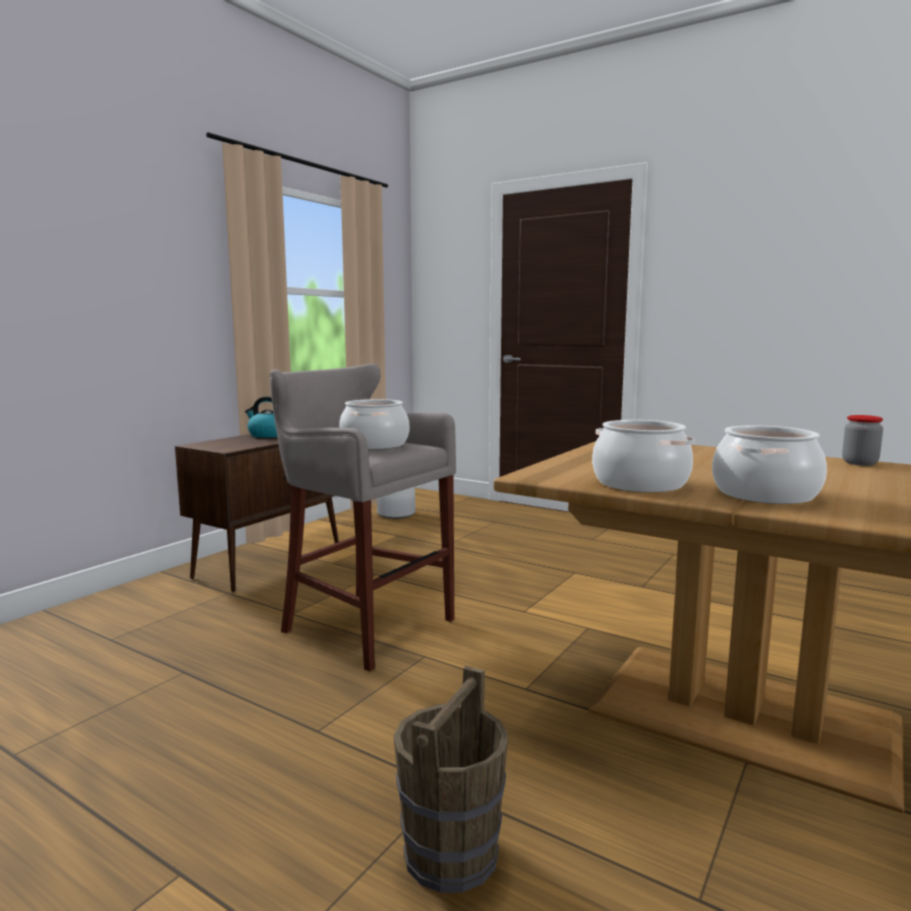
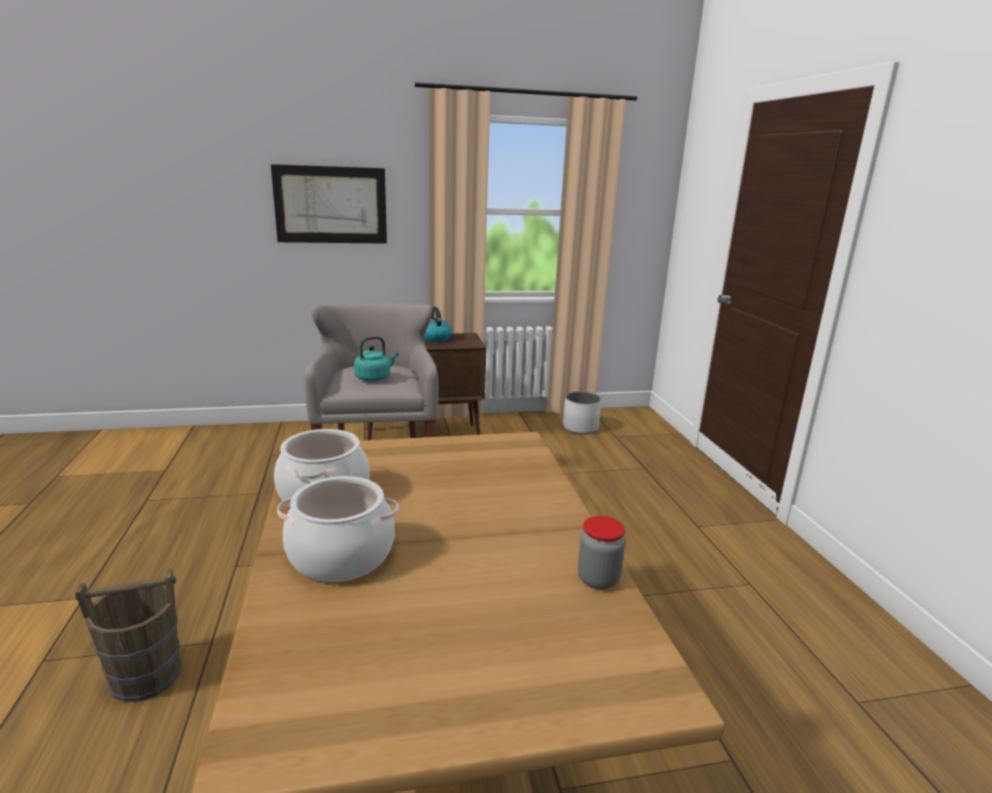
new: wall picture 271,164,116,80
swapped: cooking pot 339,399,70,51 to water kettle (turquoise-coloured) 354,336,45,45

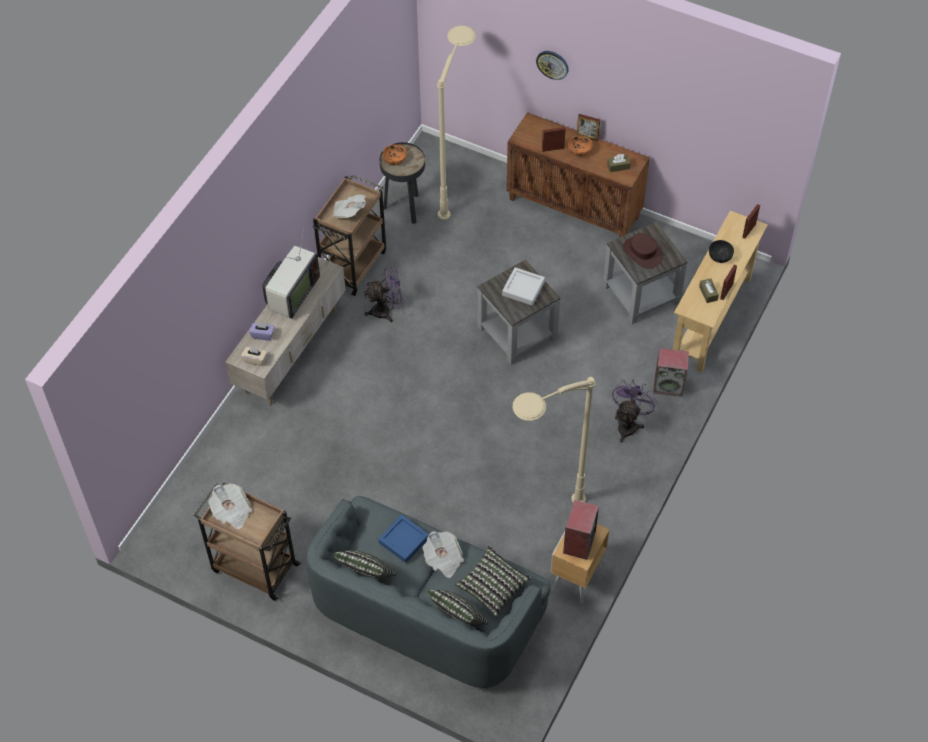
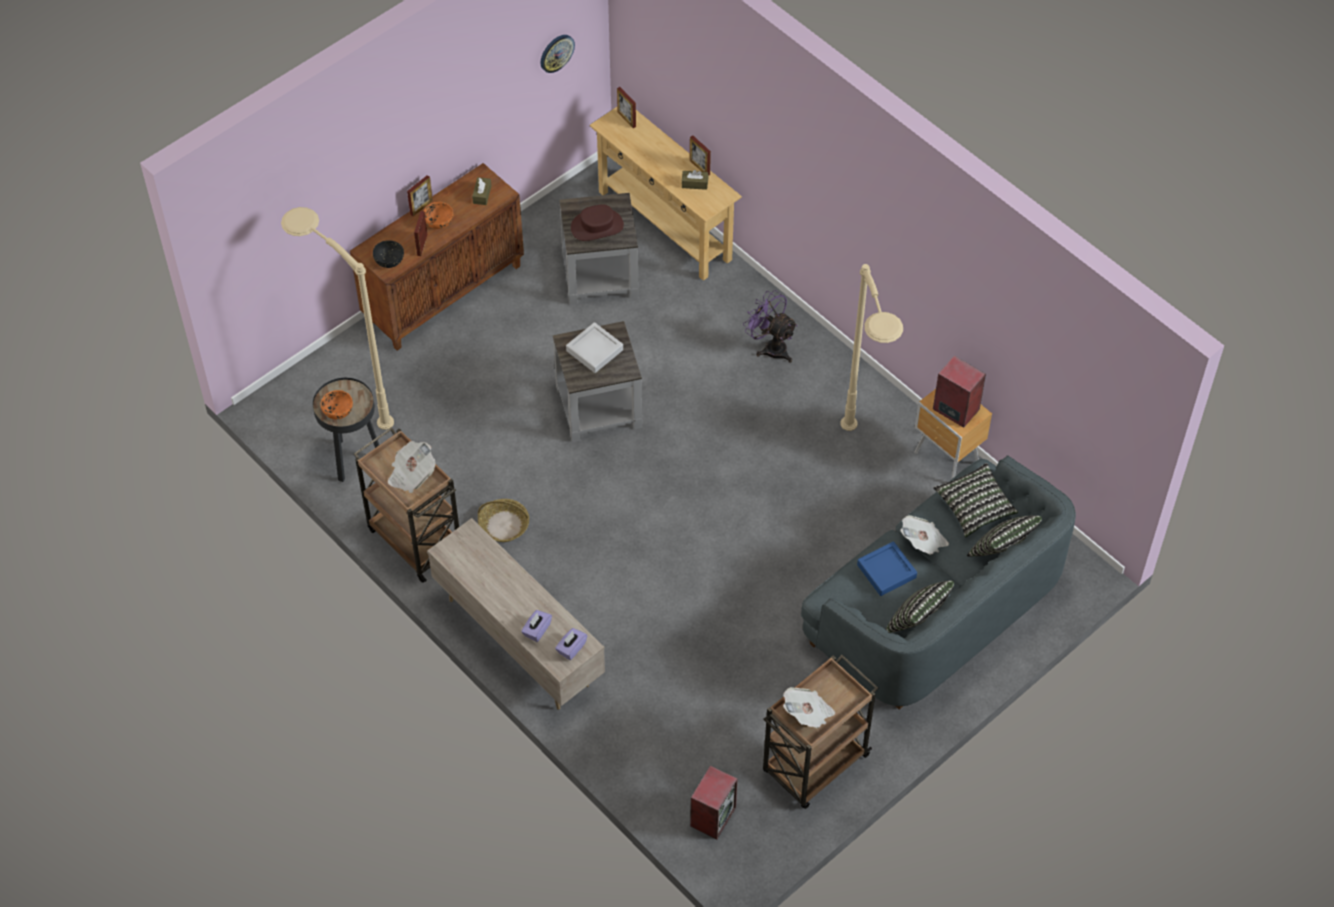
gone: TV 262,229,58,90
shifted: bowl (blackish) 709,240,25,23 to 373,240,31,28; wall clock 536,51,33,29 to 541,35,34,38; speaker 653,348,36,49 to 690,766,47,73
swapped: fan (purplish) 364,267,39,55 to basket 478,499,51,43
repainted: tissue box (beige) 241,347,26,19 to tissue box (purplish) 555,628,32,32

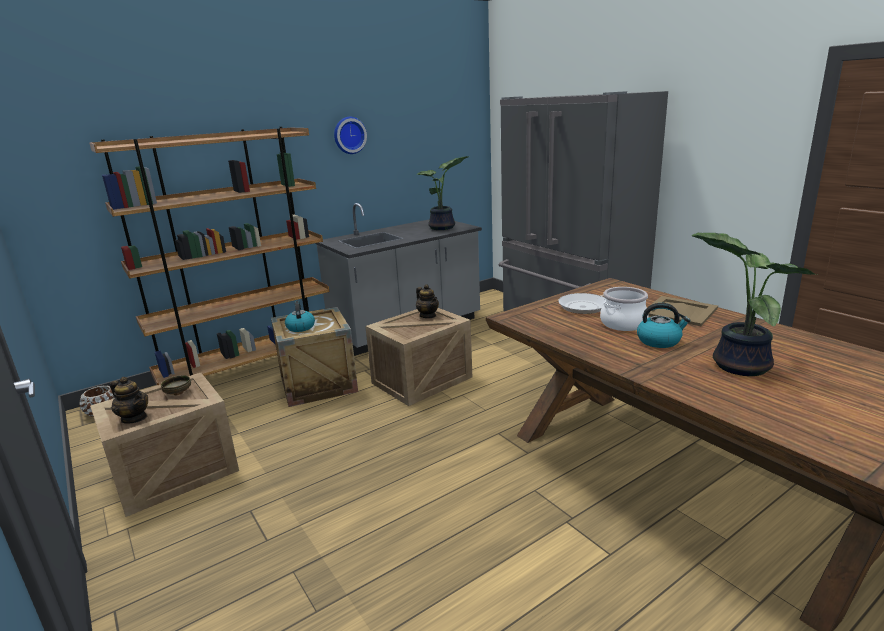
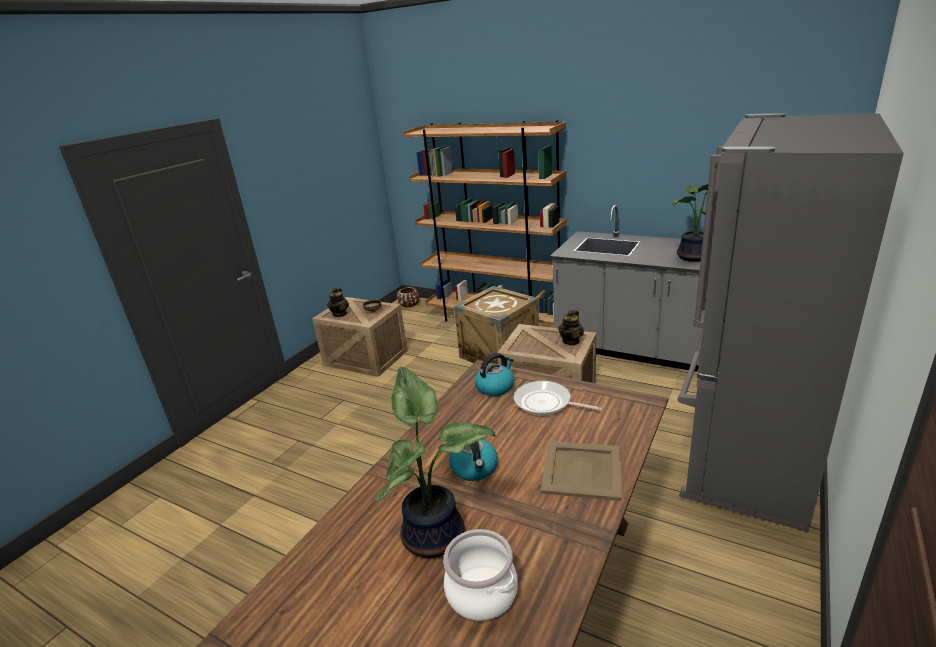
gone: wall clock 334,117,33,37
shifted: cooking pot 600,287,49,44 to 443,529,75,92; water kettle 285,301,30,31 to 475,353,39,43

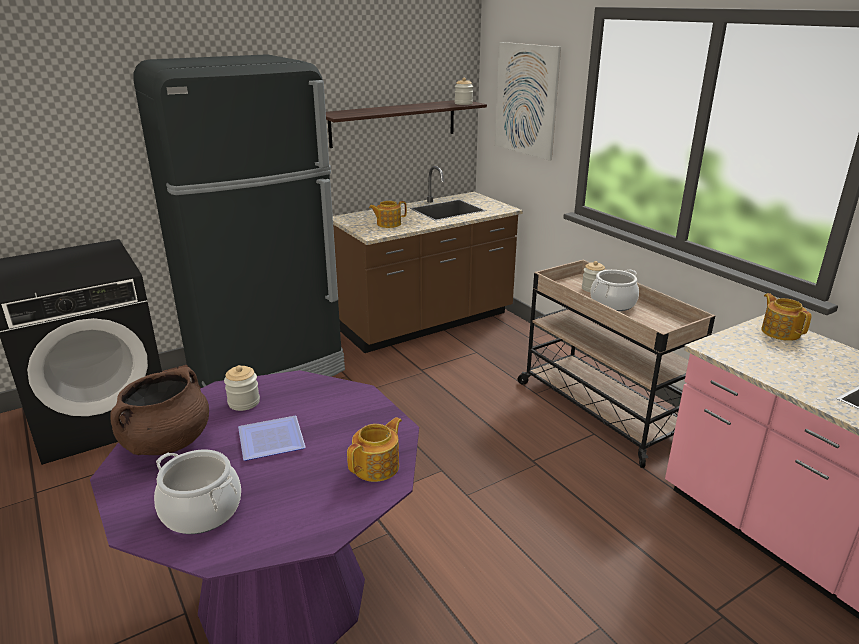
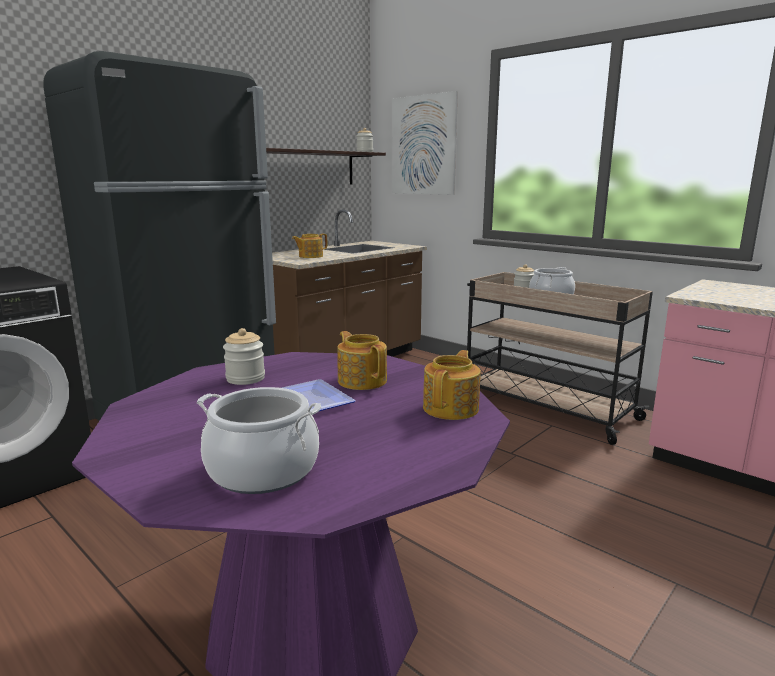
gone: cooking pot (brownish) 110,367,99,88
shifted: pot for tea 761,293,50,48 to 337,331,50,59

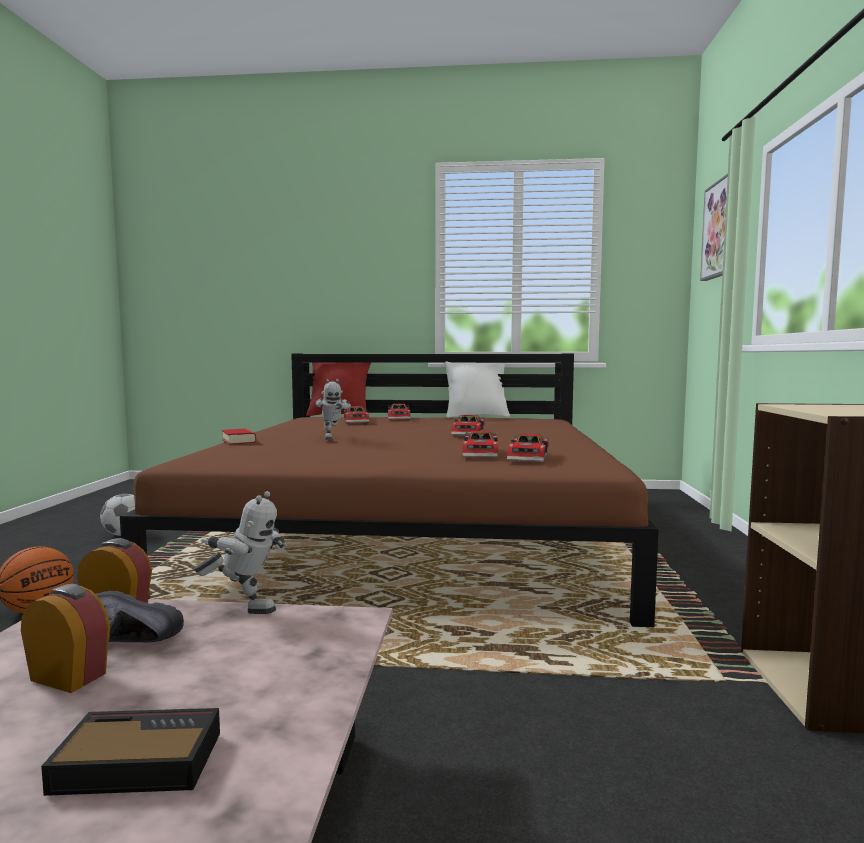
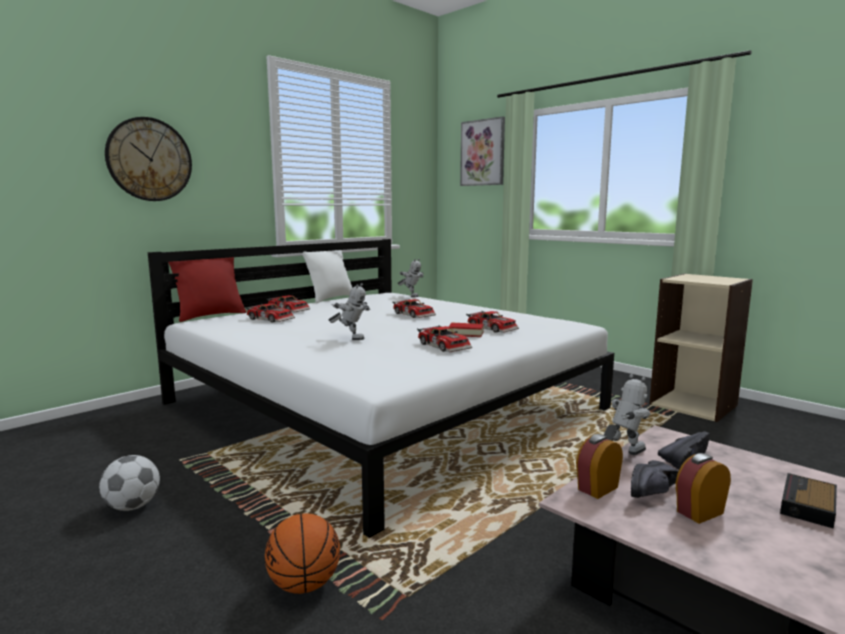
new: wall clock 105,117,87,84; robot figure 398,259,25,38; shoe (blackish) 658,431,52,39
shifted: model car 507,433,42,29 to 417,325,55,27; book 222,428,34,17 to 448,323,36,14
repainted: bed (brownish) 120,353,539,274 to bed (white) 148,239,466,299

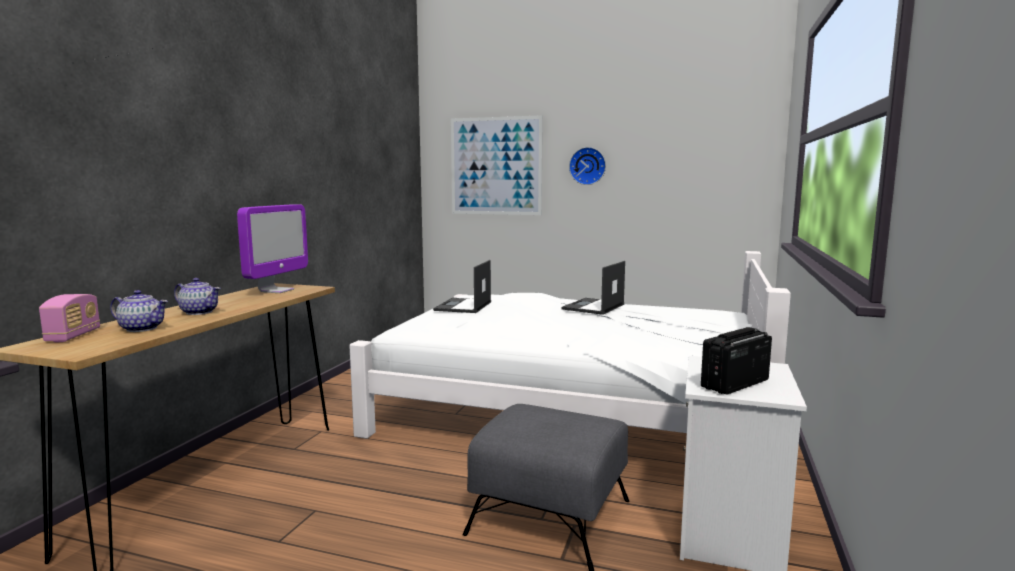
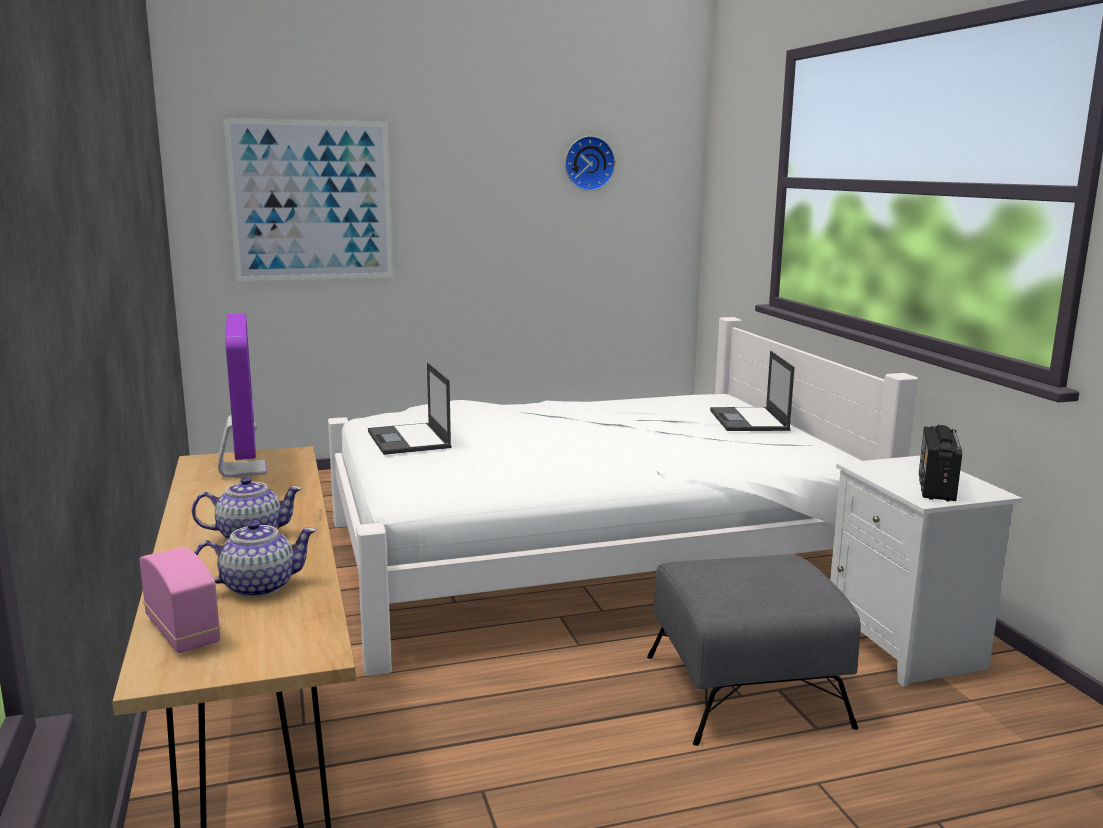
shifted: wall clock 569,147,37,38 to 565,136,50,55; notebook computer 561,261,64,54 to 710,351,85,80

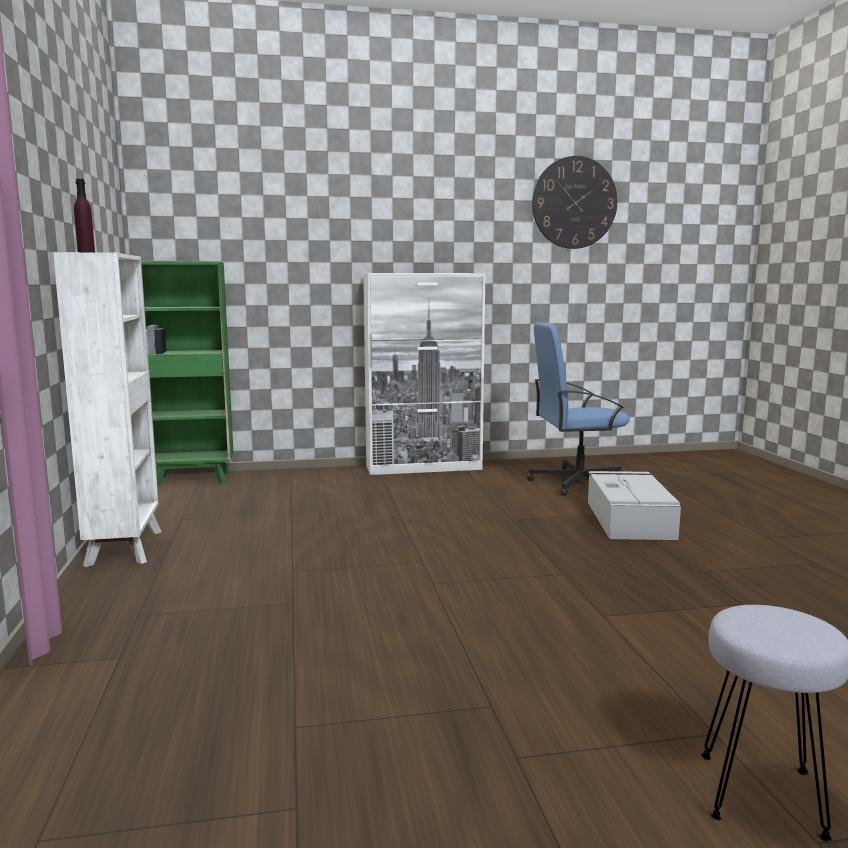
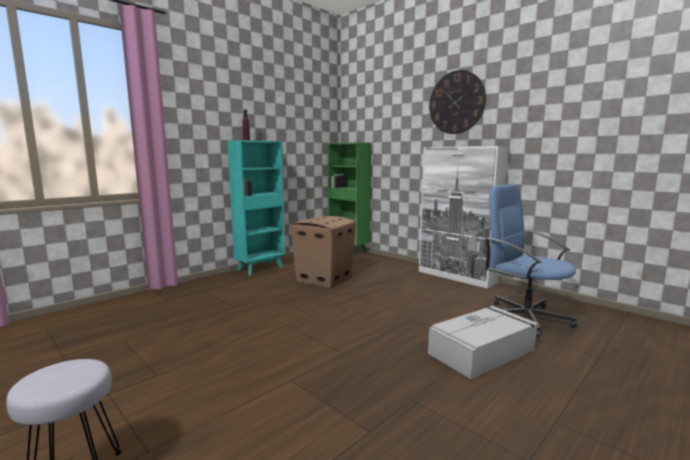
new: cardboard box 290,216,66,72
shifted: wall clock 532,156,85,93 to 429,70,57,64
repainted: bookshelf (white) 53,252,109,316 to bookshelf (turquoise-coloured) 227,140,59,135

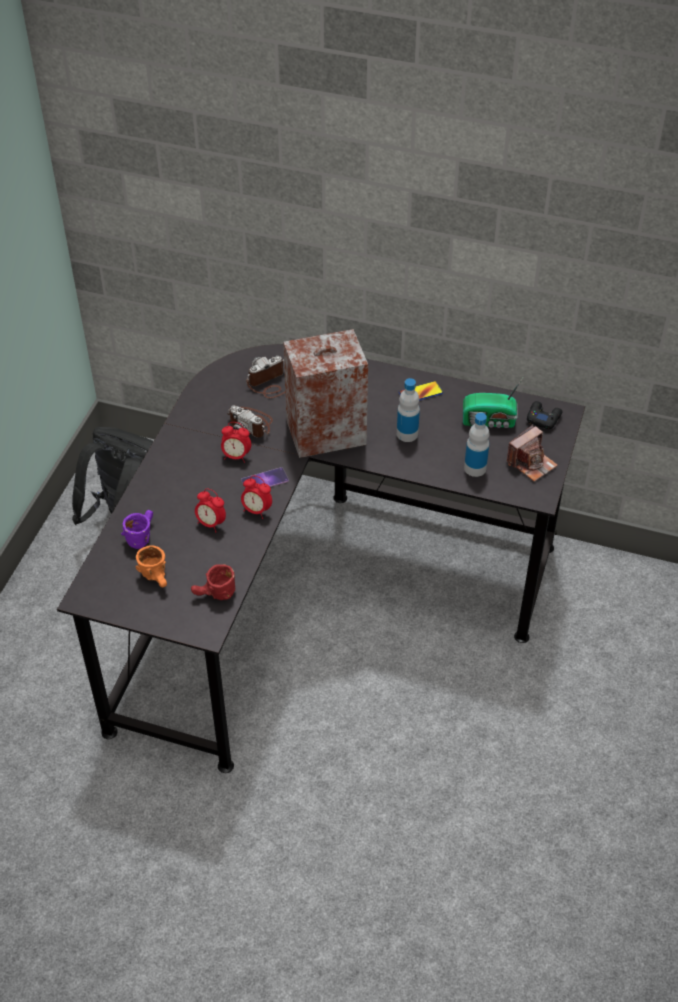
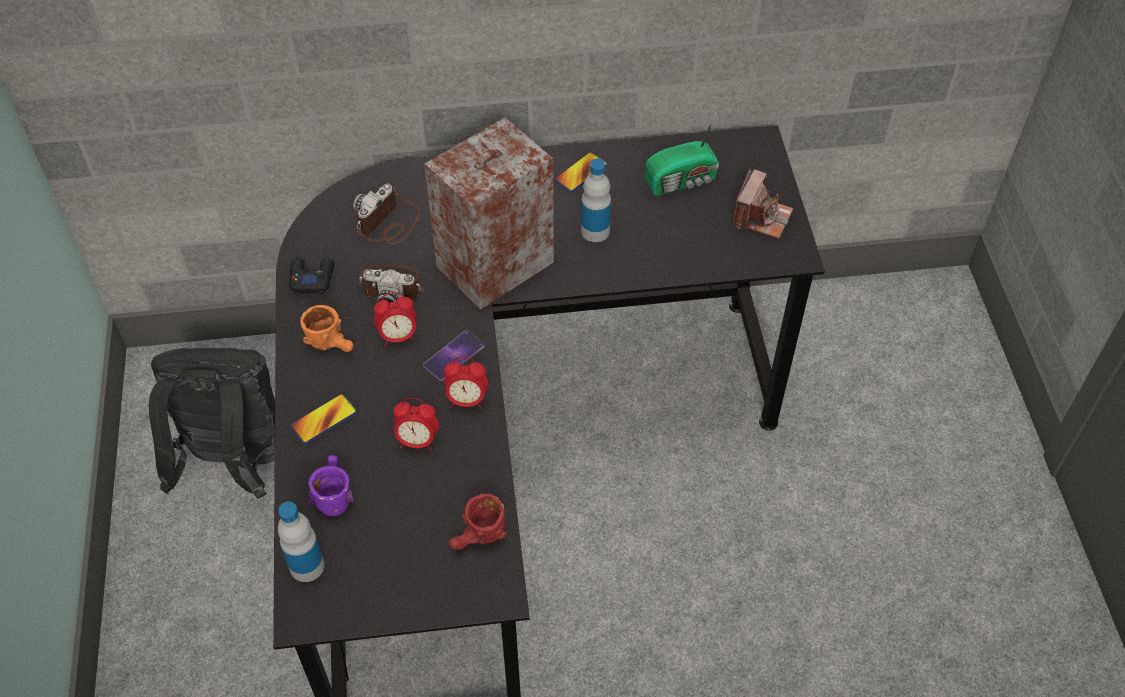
new: phone 290,394,67,50
shifted: beverage bottle 464,413,25,64 to 278,502,47,80; joypad (blackish) 527,401,35,28 to 289,258,45,36; tea mug (orangey) 136,545,31,42 to 300,305,53,47

